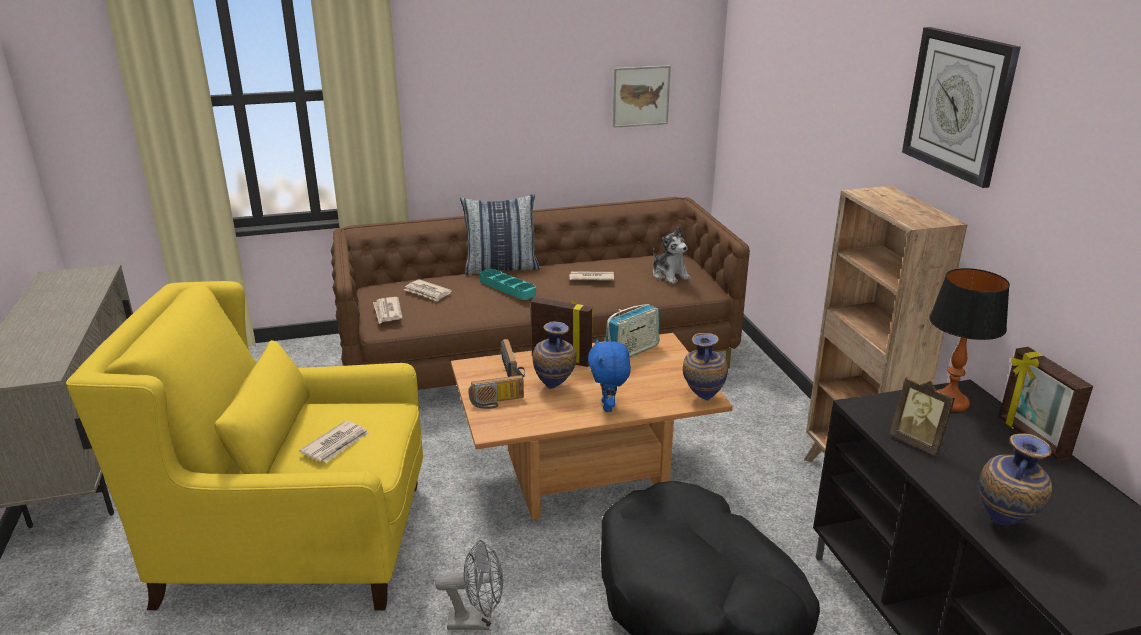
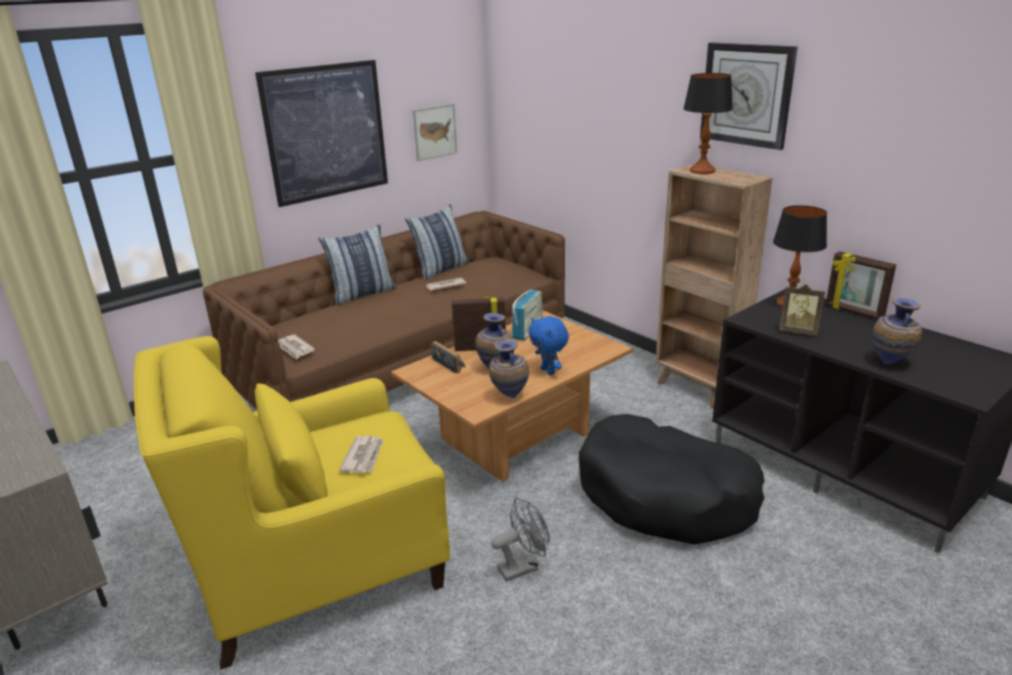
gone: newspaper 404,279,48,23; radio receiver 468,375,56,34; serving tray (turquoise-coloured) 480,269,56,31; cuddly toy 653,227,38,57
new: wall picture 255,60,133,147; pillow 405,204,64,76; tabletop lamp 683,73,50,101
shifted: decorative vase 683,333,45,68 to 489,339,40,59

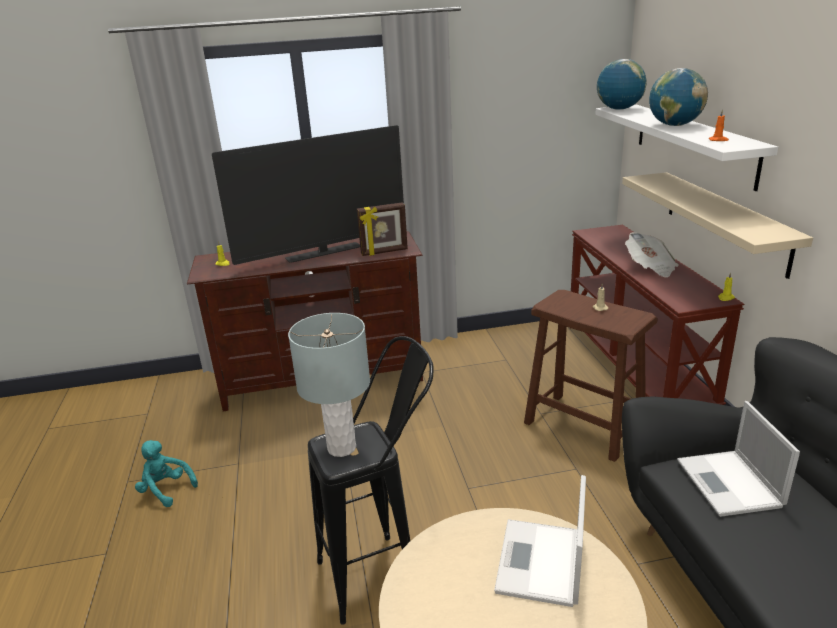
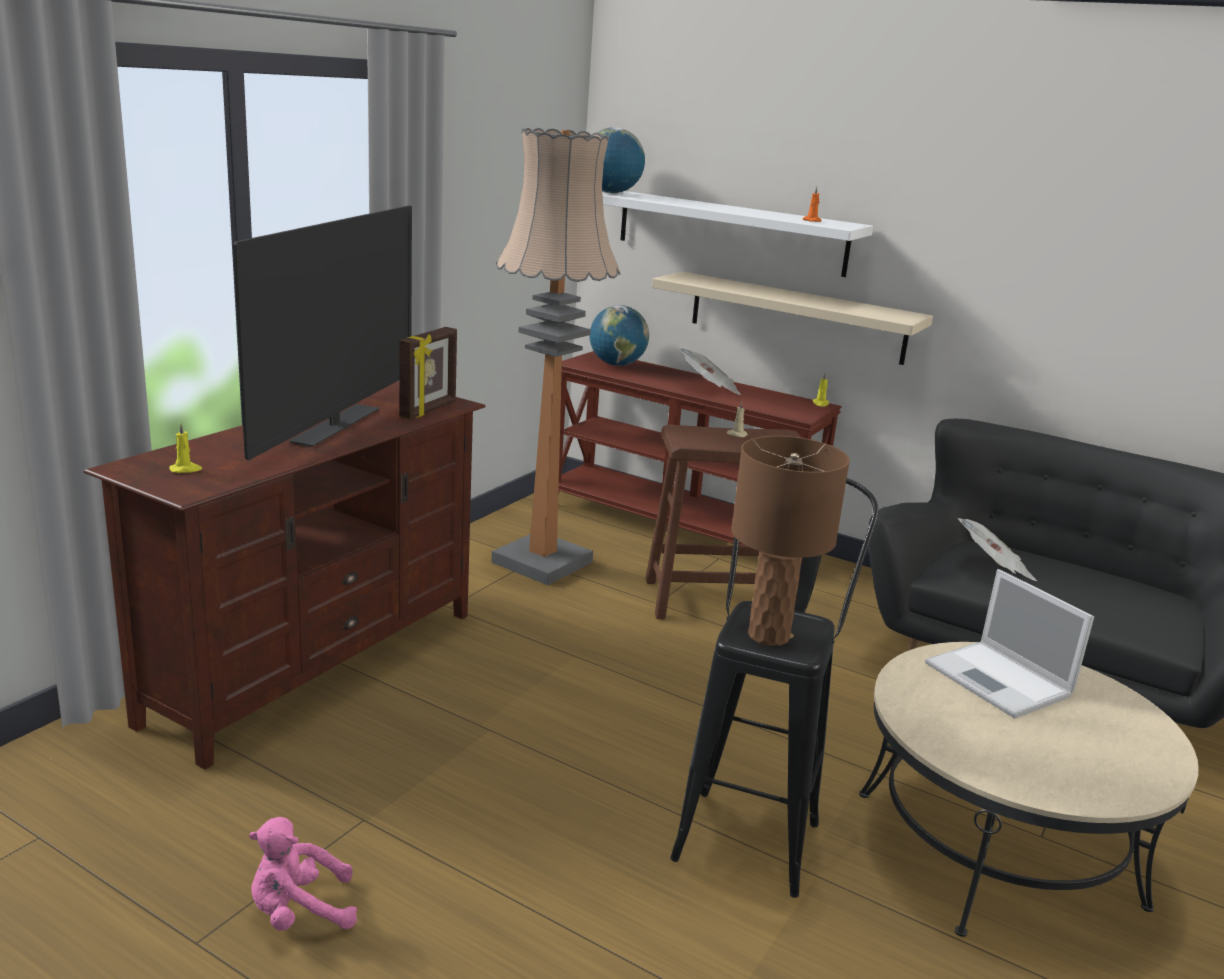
new: floor lamp 491,128,129,457
shifted: world globe 649,68,59,58 to 589,305,60,61
swapped: notebook computer 677,401,123,116 to newspaper 958,518,79,63
repainted: cuddly toy (turquoise-coloured) 135,440,63,67 to cuddly toy (pinkish) 249,817,108,114; tabletop lamp (gray) 288,313,82,144 to tabletop lamp (brownish) 731,436,119,210

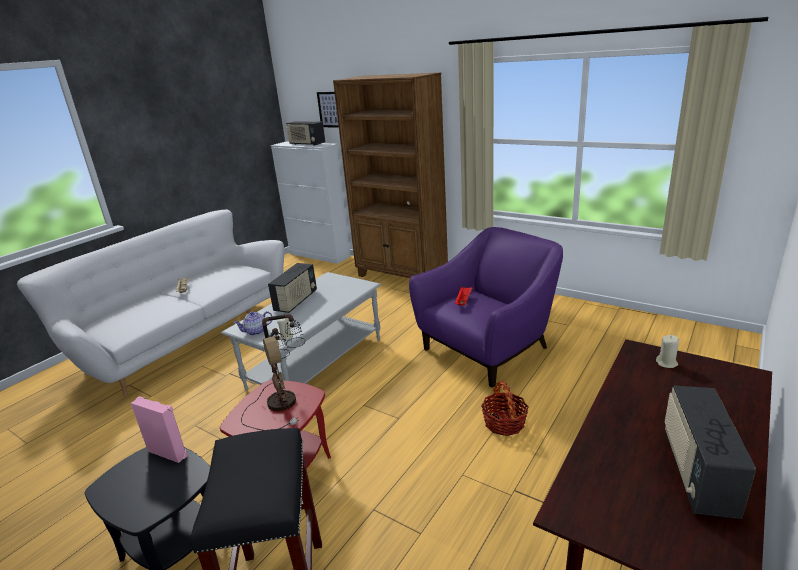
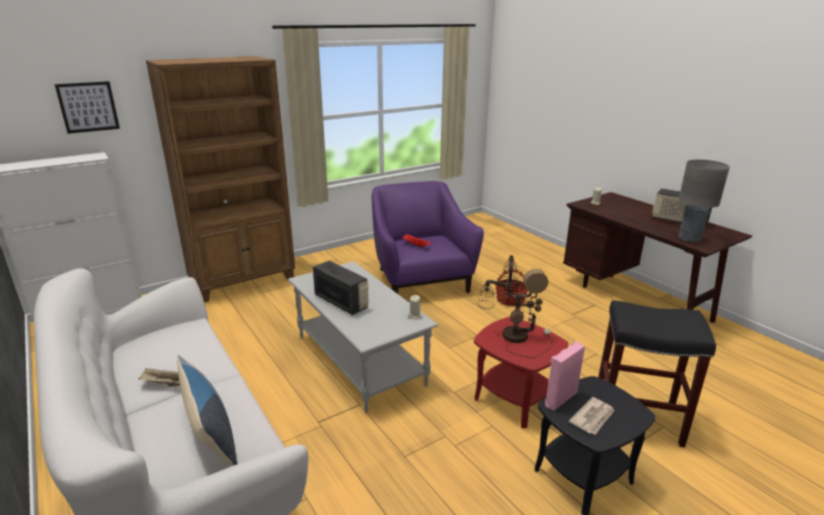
gone: pot for tea 234,311,39,24; radio receiver 286,121,39,25
new: pillow 177,355,60,111; newspaper 569,397,45,38; tabletop lamp (gray) 679,160,51,83

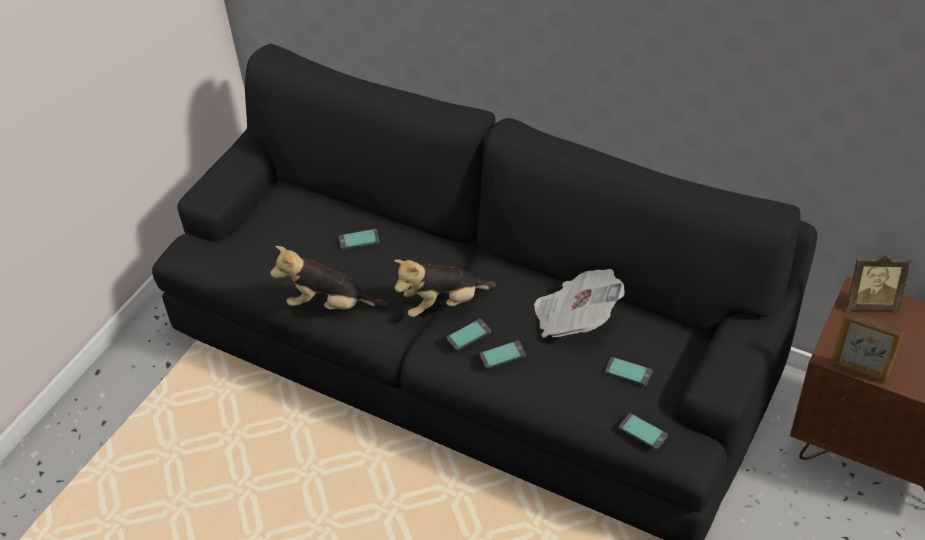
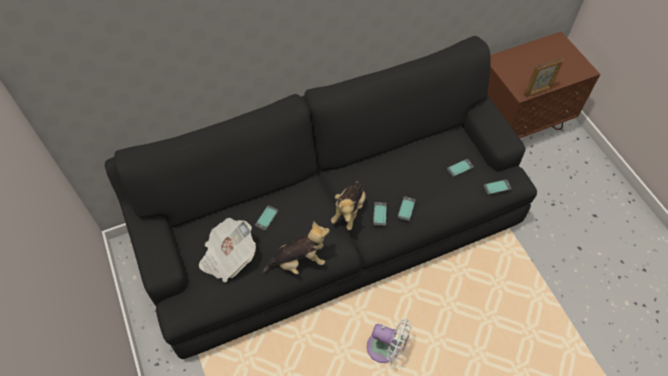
gone: standing frame 847,255,64,56
new: fan (white) 367,318,45,45
shifted: newspaper 534,269,91,68 to 199,218,57,65
rotated: cuddly toy 270,246,116,63 = 262,221,68,53 150 degrees counterclockwise

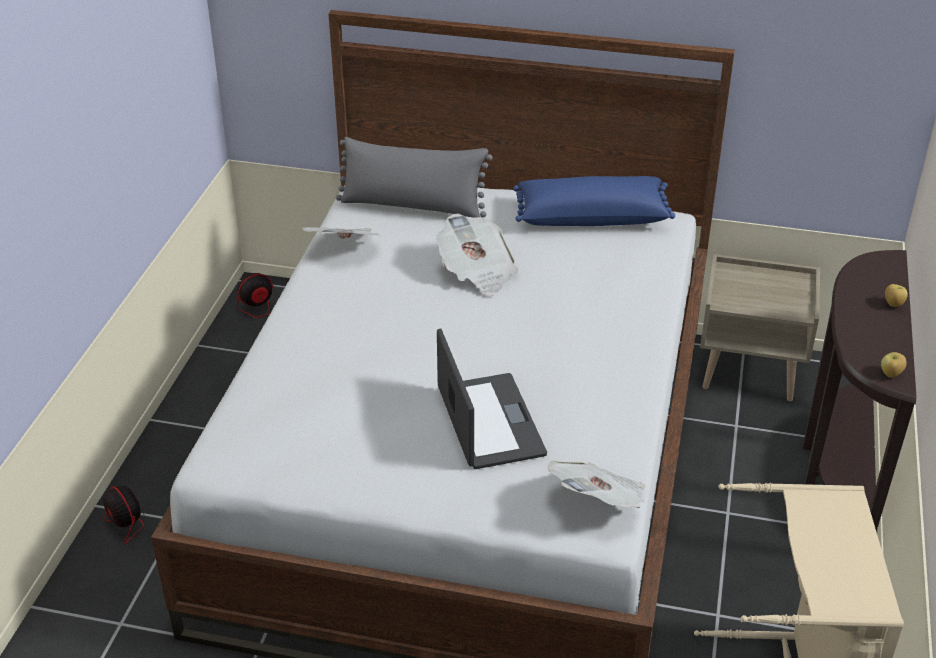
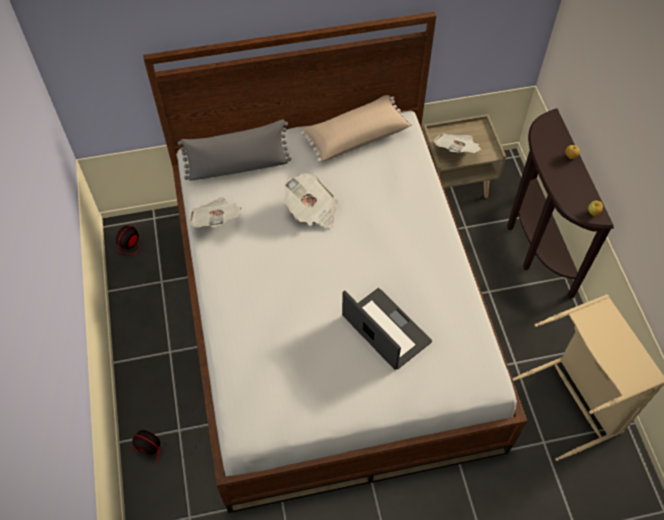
shifted: newspaper 548,461,98,48 to 434,133,48,20
repainted: pillow (blue) 513,176,162,50 to pillow (beige) 301,95,111,67

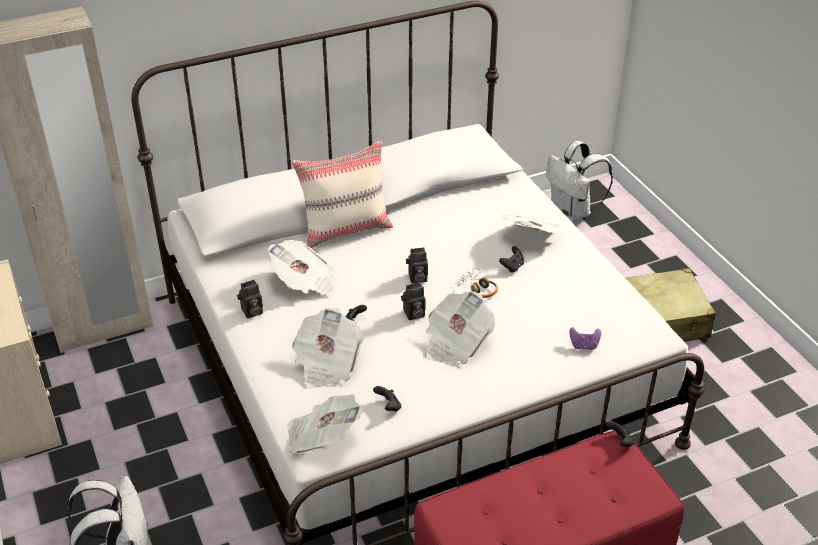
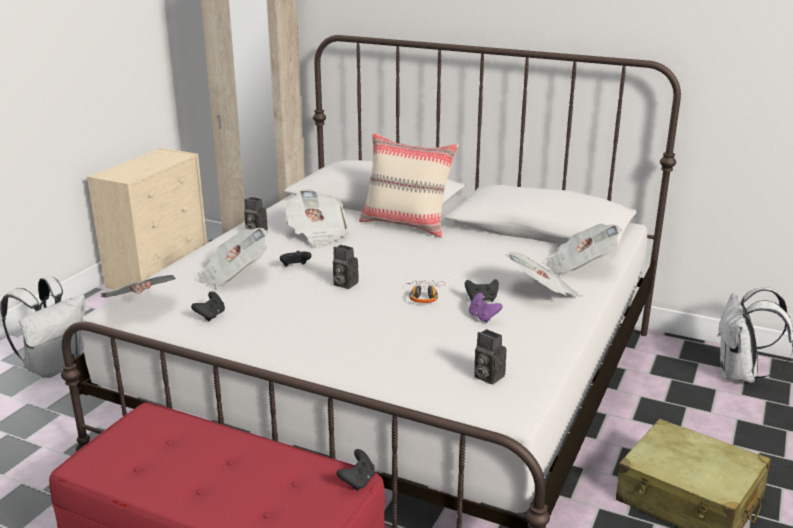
shifted: joypad (purplish) 569,327,32,23 to 469,293,34,30; still camera 406,247,22,36 to 474,329,32,55; newspaper 425,291,70,73 to 542,224,80,50

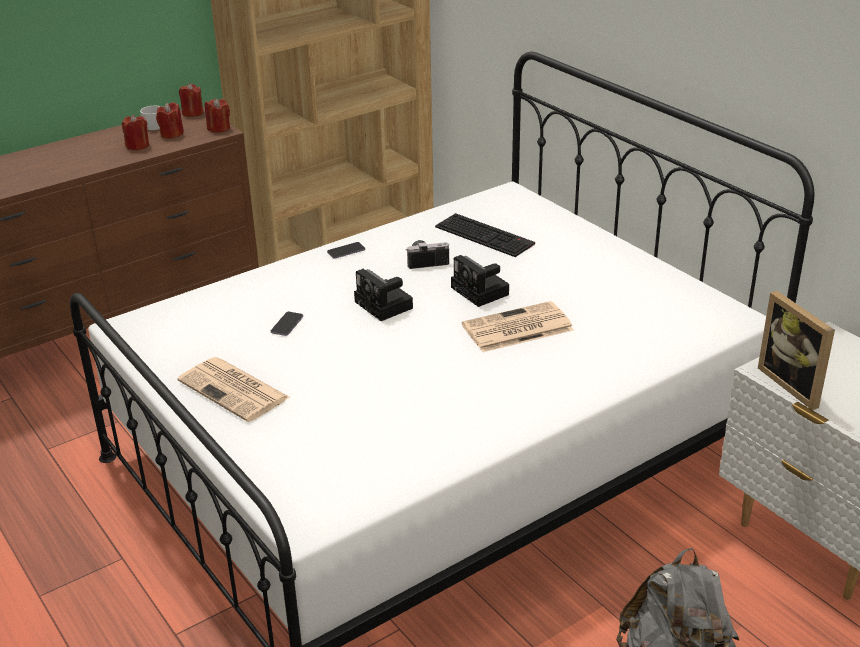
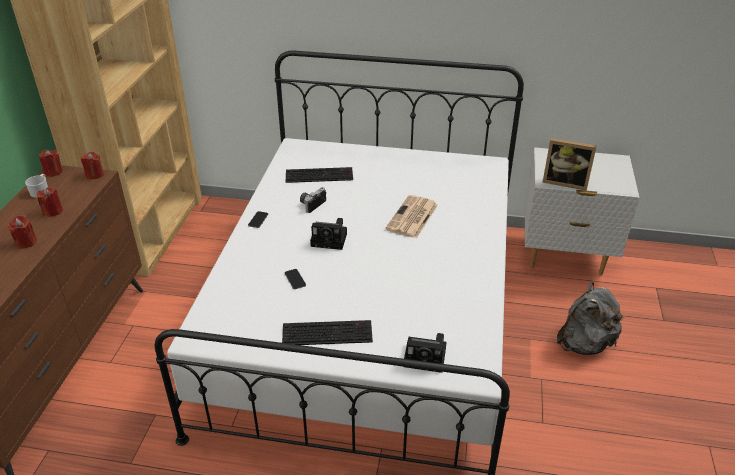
shifted: wax candle (reddish) 156,102,28,37 to 8,215,29,34; still camera 451,255,58,52 to 404,333,42,40
swapped: newspaper 177,357,114,65 to PC keyboard 282,320,91,25

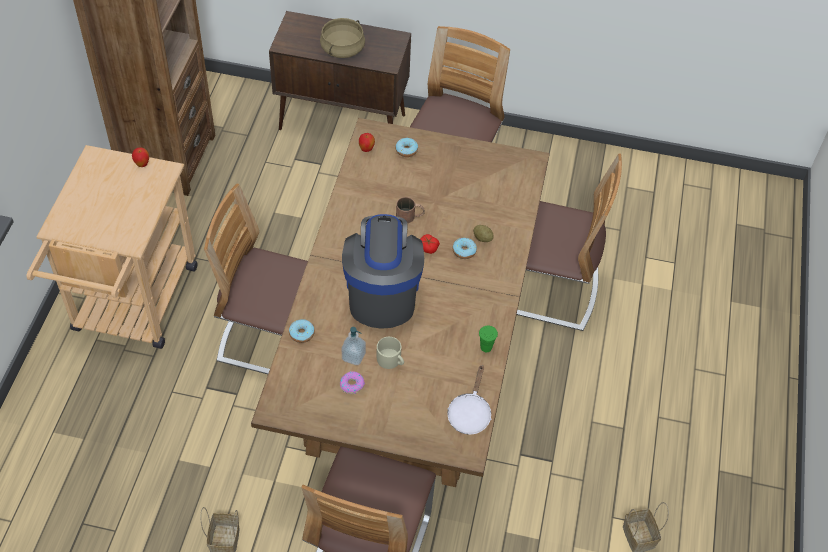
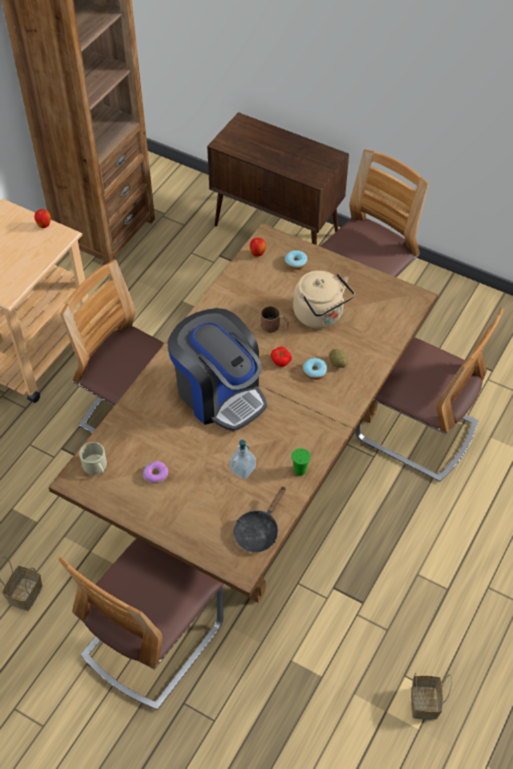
gone: doughnut 289,319,26,24; cooking pot (beige) 320,18,45,40
new: water kettle (beige) 293,270,62,58
shifted: tea mug (beige) 377,337,27,32 to 79,442,28,33; soap bottle 342,327,24,38 to 230,440,26,39
repainted: skillet (white) 447,366,44,69 to skillet (blackish) 233,486,53,67
rotated: coffee machine 342,214,82,115 = 167,308,100,123 120 degrees clockwise

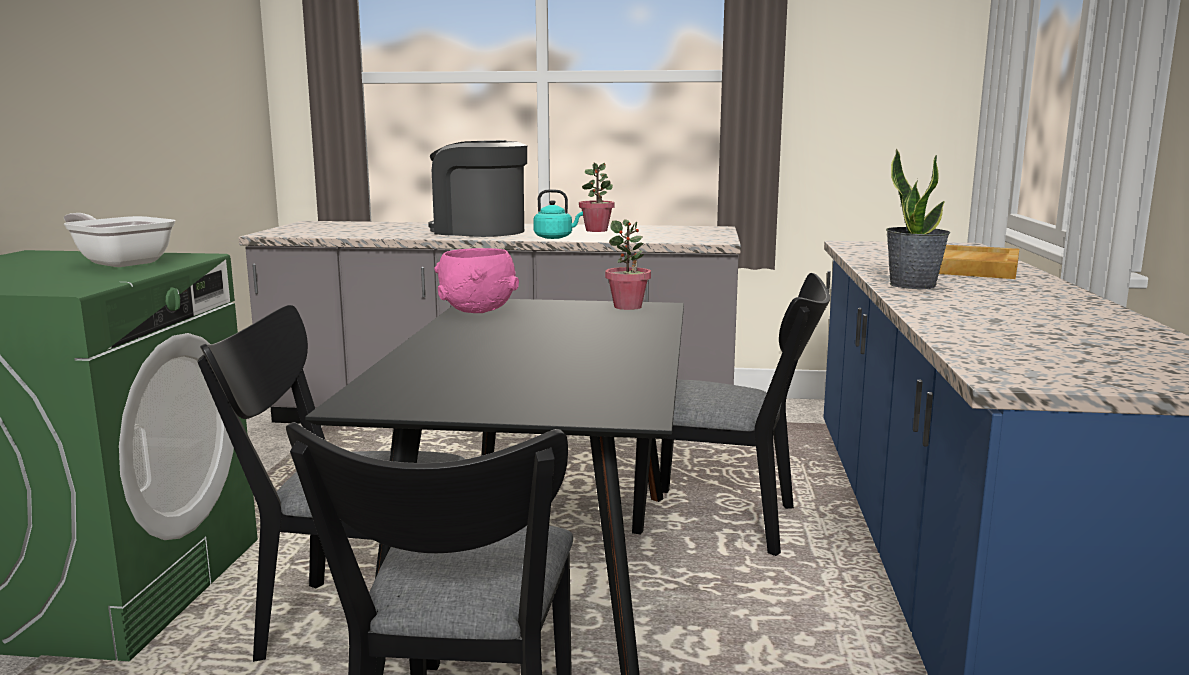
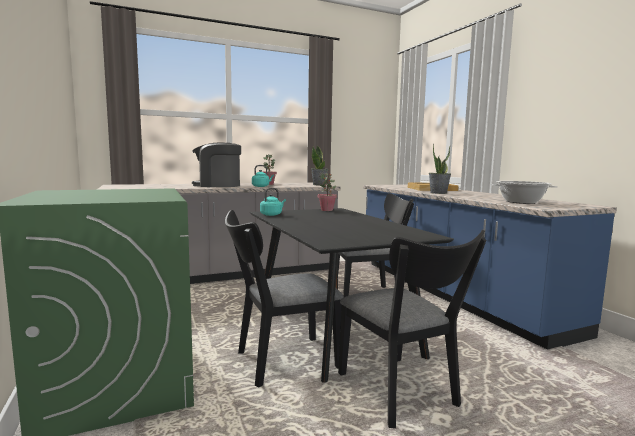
gone: skillet 64,213,111,54
new: plant in a pot 311,145,17,40; cooking pot 490,181,68,23
swapped: bowl (pinkish) 434,248,85,65 to water kettle (turquoise-coloured) 260,188,26,28

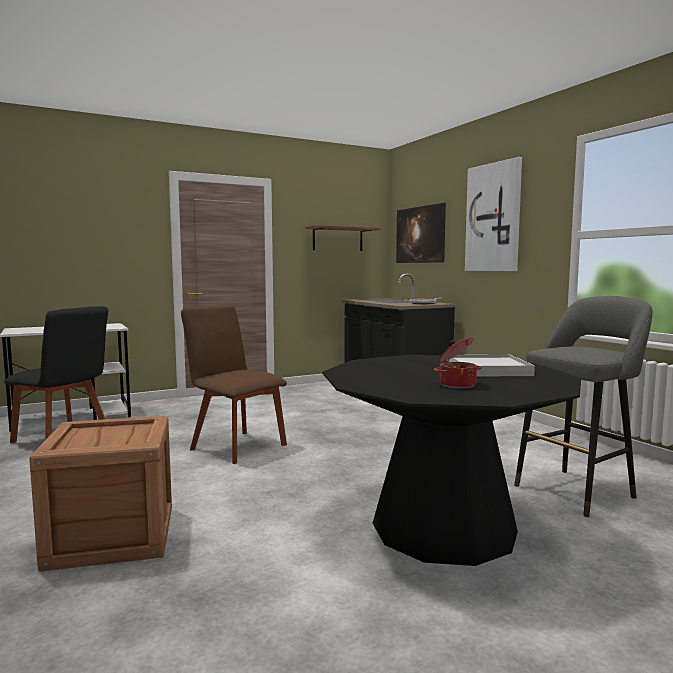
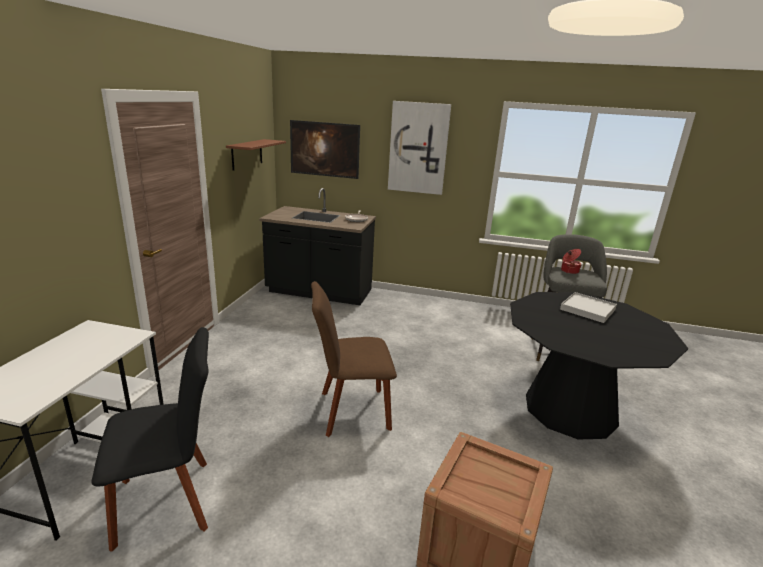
shifted: cooking pot 434,337,47,51 to 561,249,20,25

